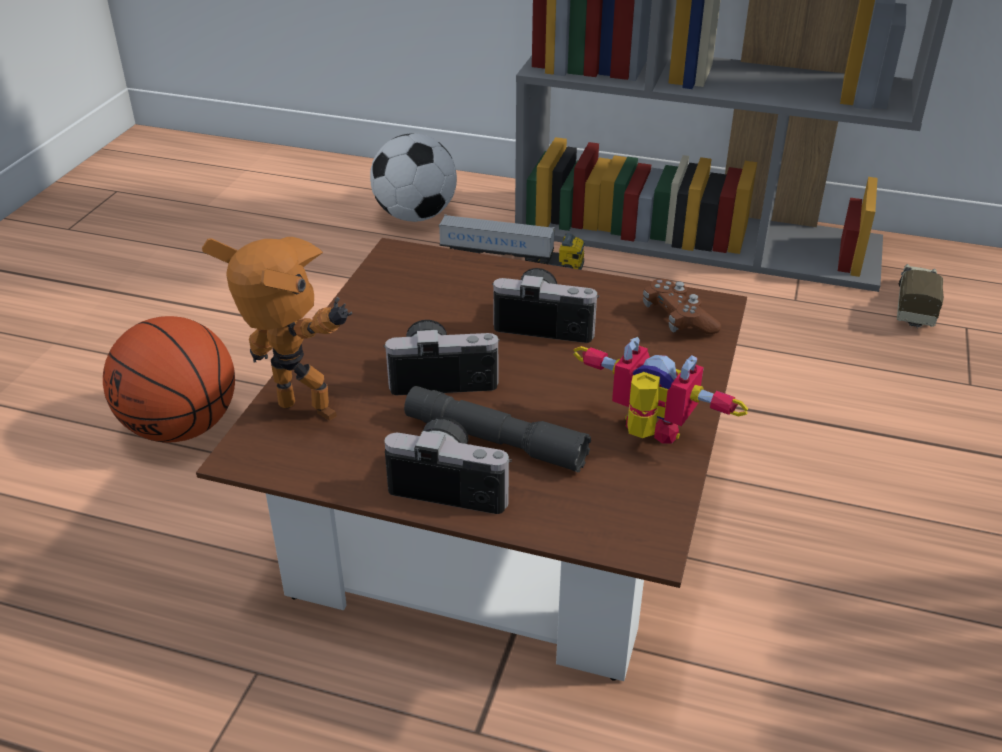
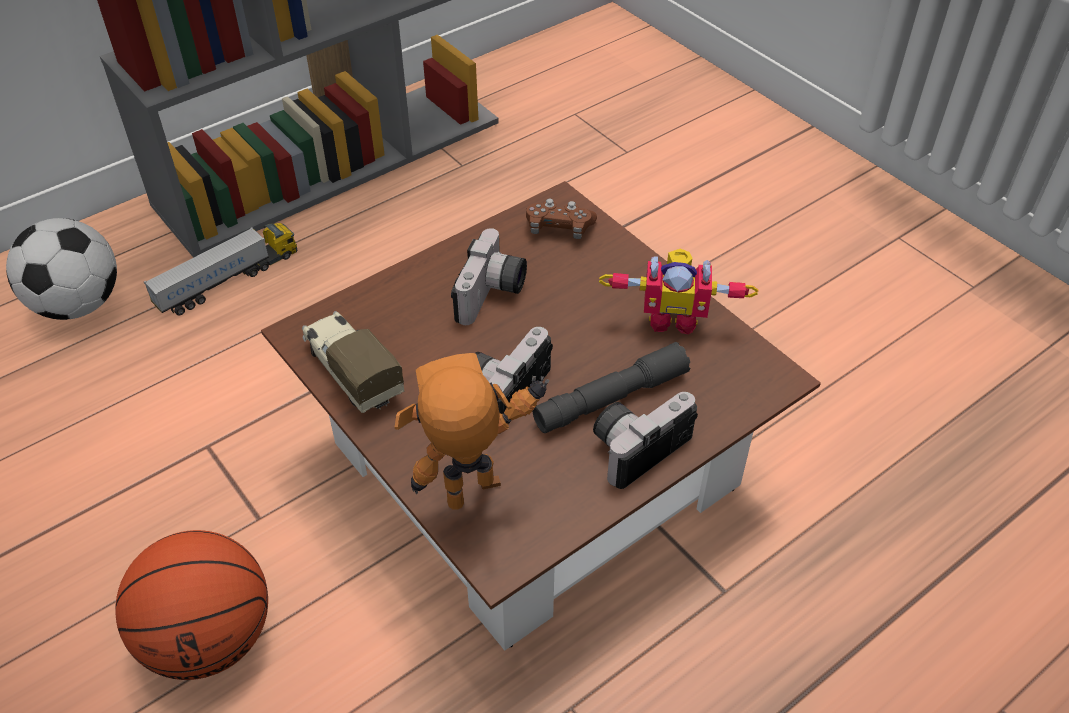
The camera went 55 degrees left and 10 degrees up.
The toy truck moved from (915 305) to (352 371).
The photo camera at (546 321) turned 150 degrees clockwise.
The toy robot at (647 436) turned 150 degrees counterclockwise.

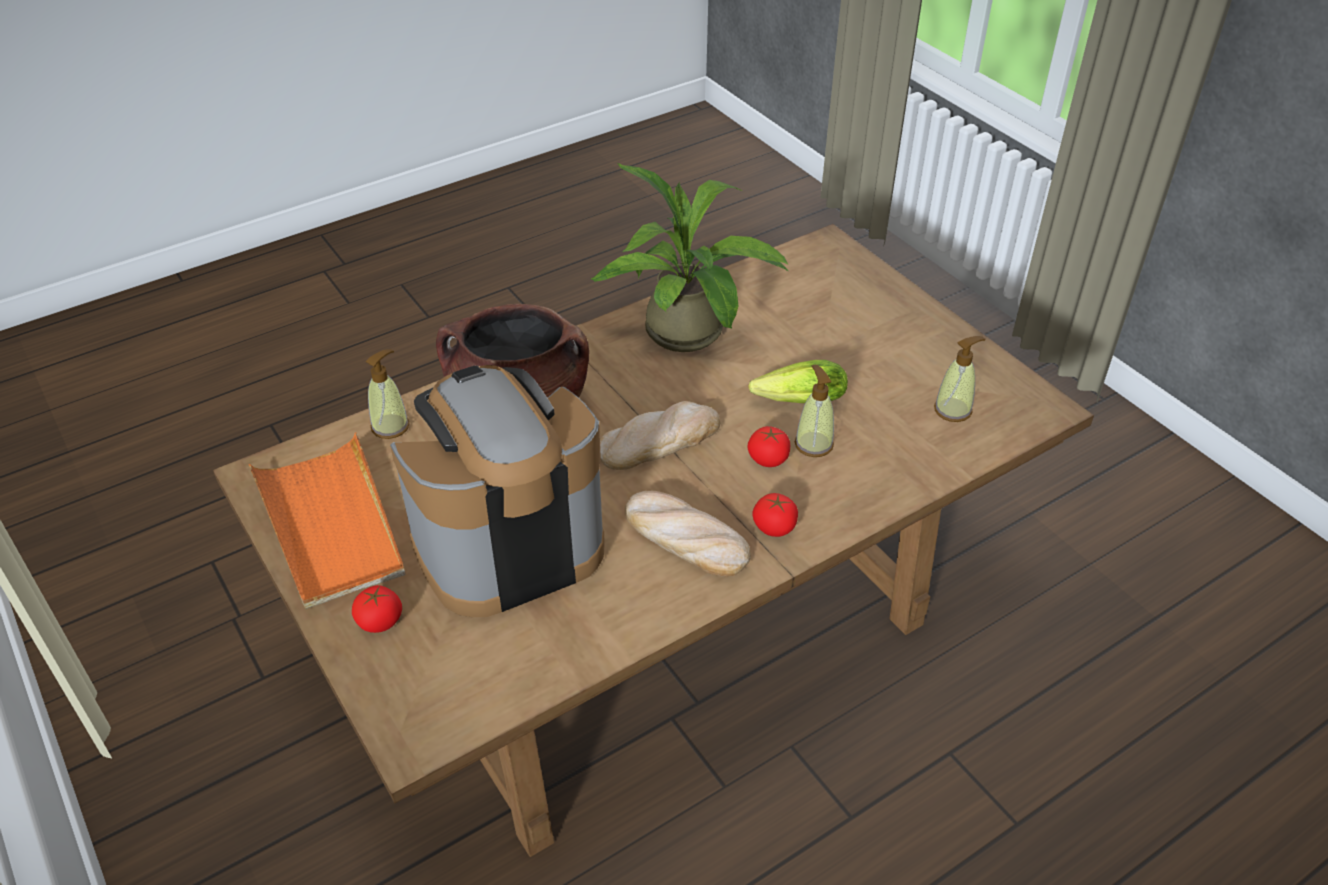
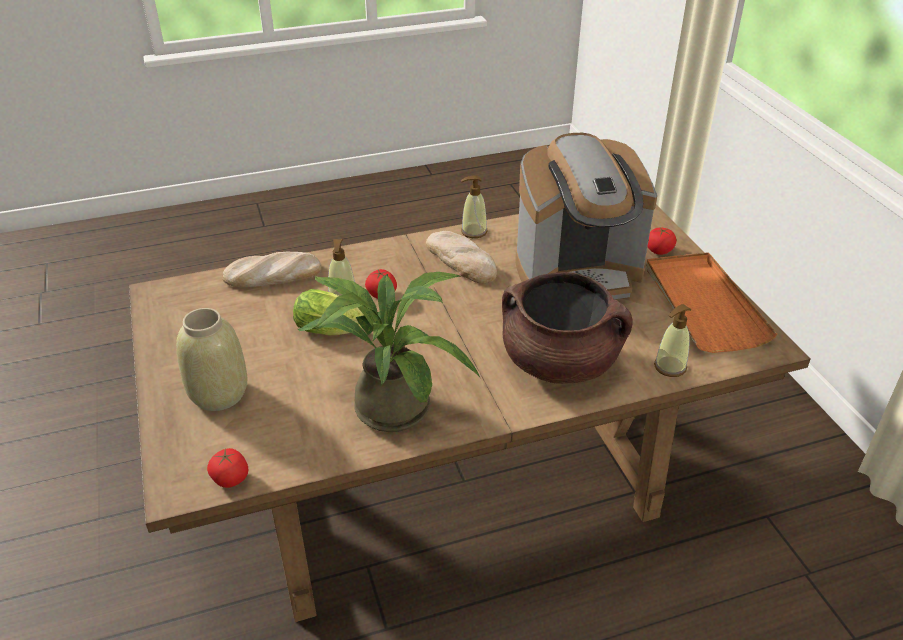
The camera went 165 degrees left and 5 degrees down.
The vase in beige at (219 393) appeared.
The bread moved from (659 440) to (272 275).
The tomato moved from (774 527) to (231 479).
The soap dispenser moved from (953 410) to (473 231).

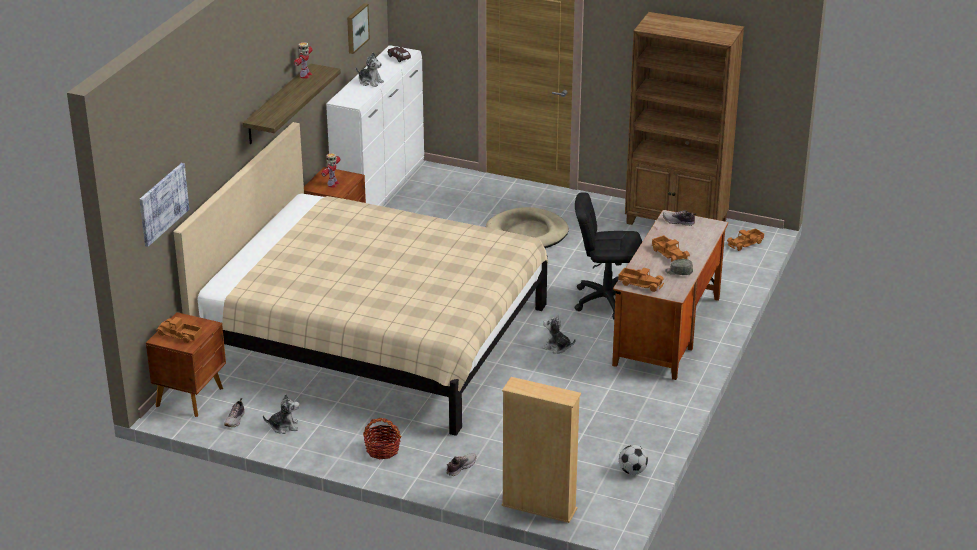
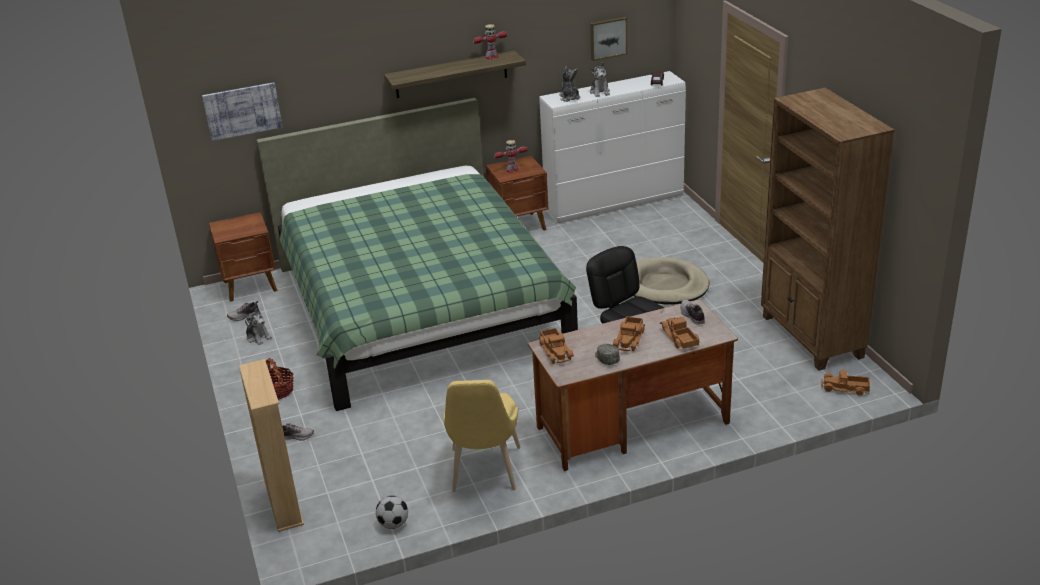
The camera went 50 degrees right and 0 degrees up.
The chair in yellow at (484 474) appeared.
The toy truck moved from (179 335) to (679 338).
The plush toy moved from (557 347) to (569 98).
The bed in beige at (374 338) became the bed in green at (419 307).

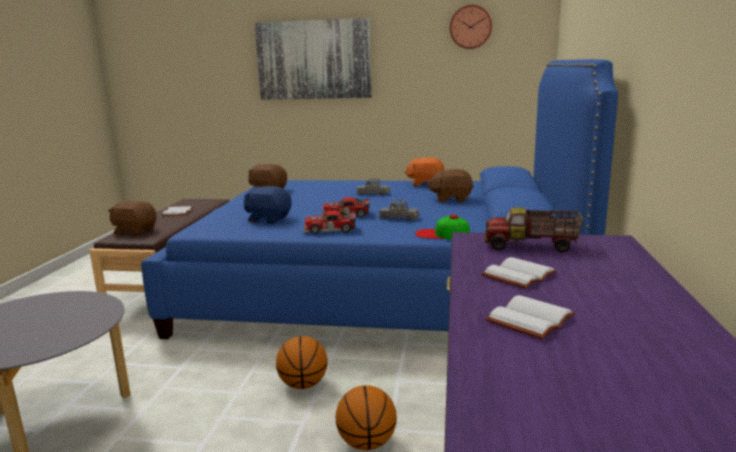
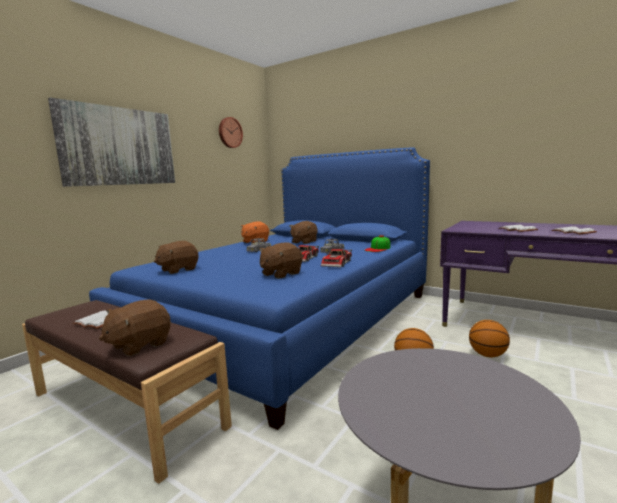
The camera went 65 degrees left and 5 degrees down.
The toy truck at (531 246) disappeared.
The plush toy in blue at (268 219) became the plush toy in brown at (281 274).

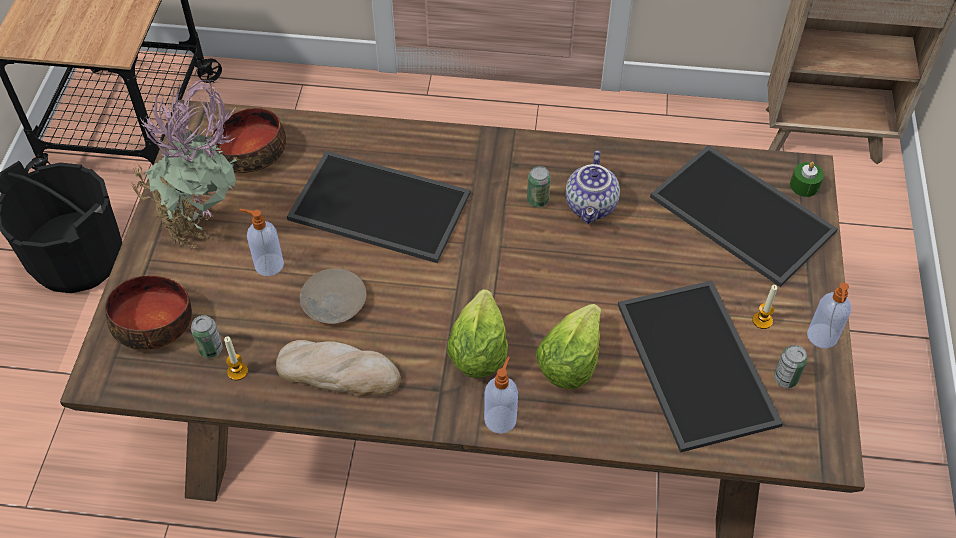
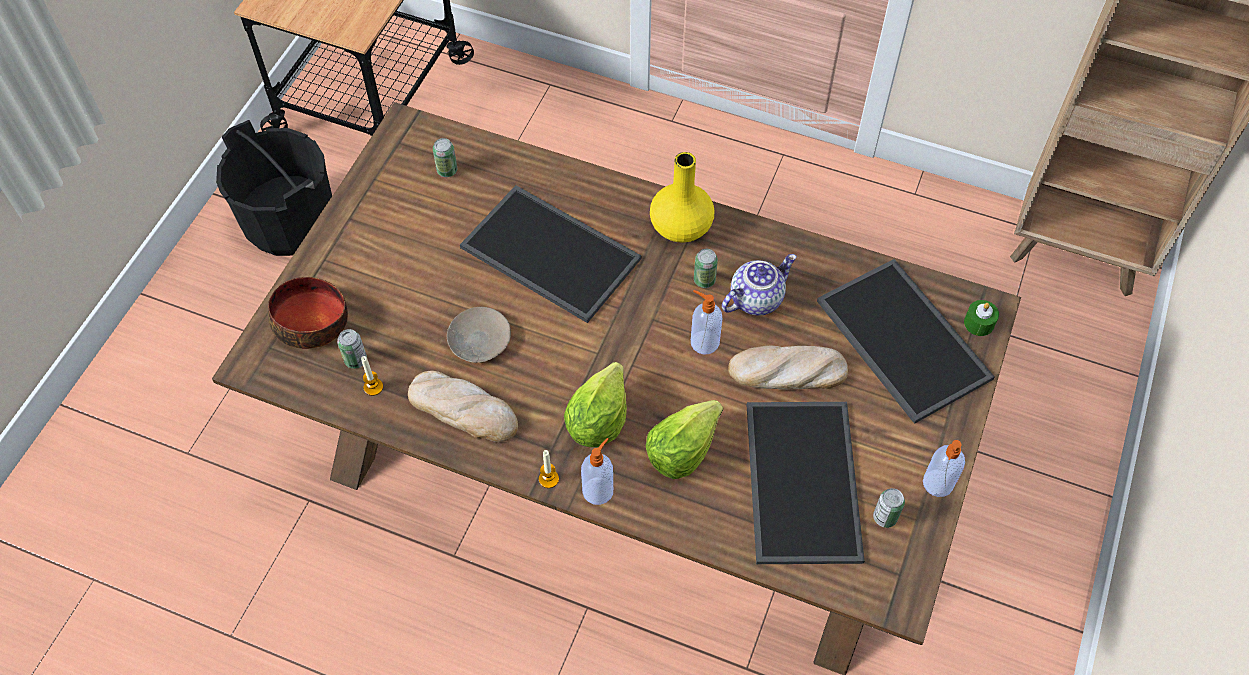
The camera went 15 degrees right and 5 degrees up.
The potted plant at (205 224) disappeared.
The vase in yellow at (681 227) appeared.
The bread at (787 372) appeared.
The soap dispenser moved from (268 264) to (703 342).
The candle moved from (762 320) to (548 479).
The bowl at (252 151) was replaced by the can at (447 170).
The teapot at (592 206) turned 150 degrees counterclockwise.

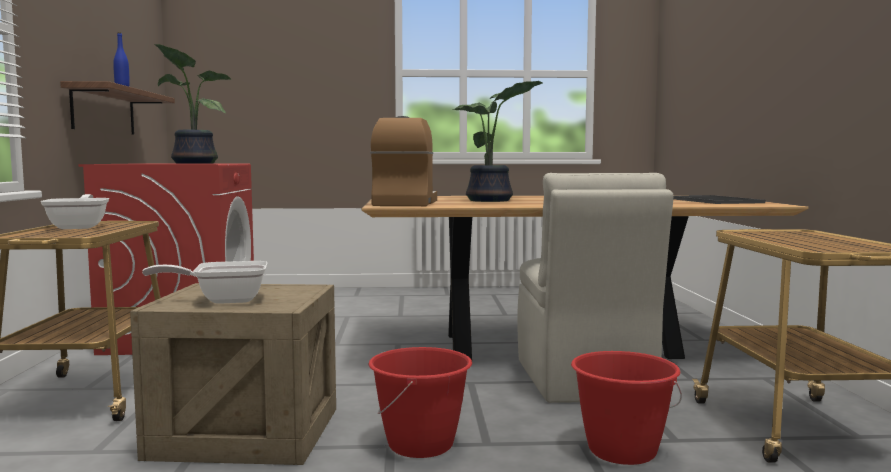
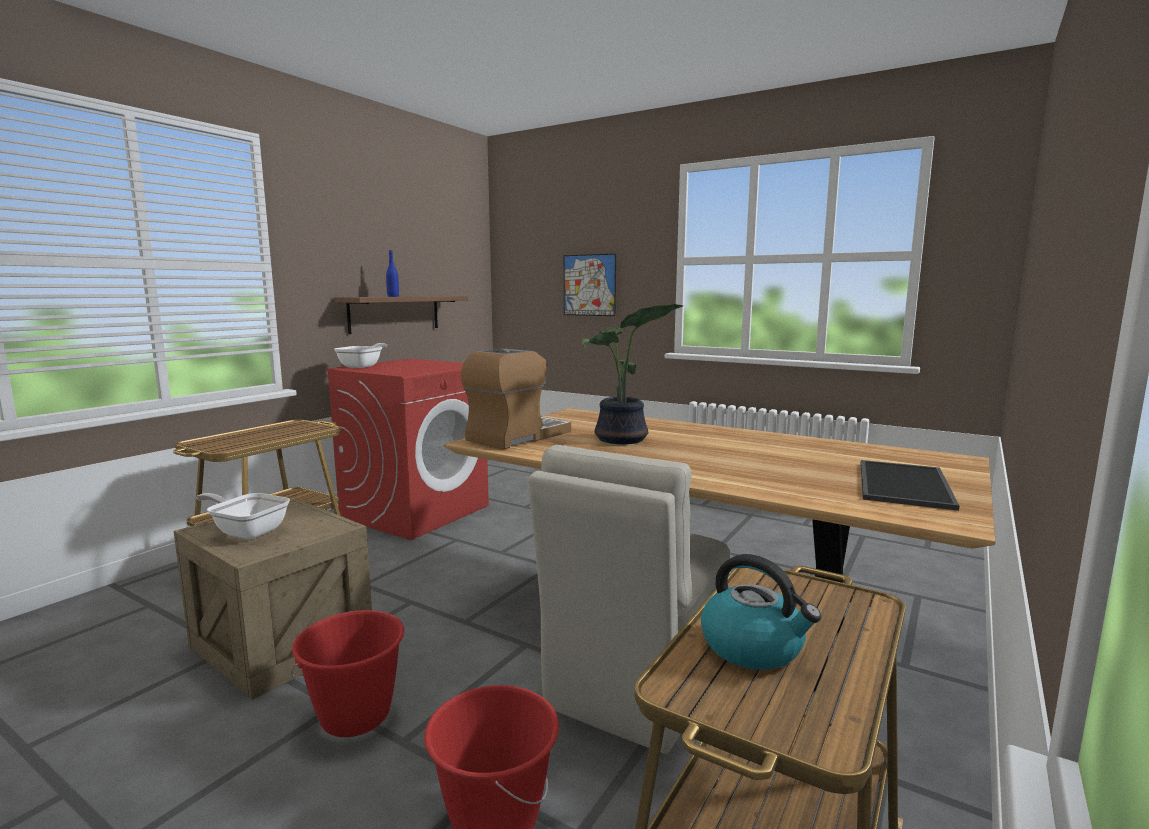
The camera went 35 degrees right and 5 degrees up.
The potted plant at (191 163) disappeared.
The picture at (589 285) appeared.
The kettle at (753 647) appeared.
The frying pan moved from (80 227) to (363 366).

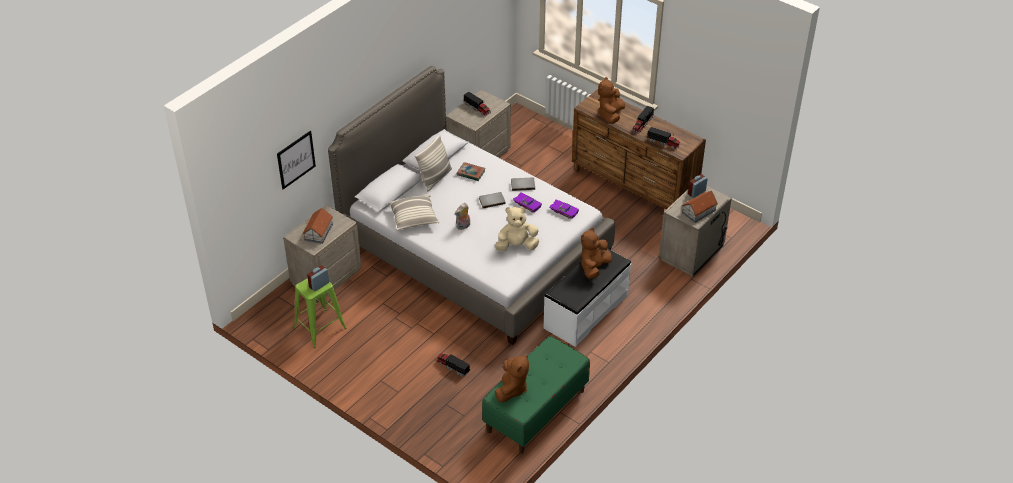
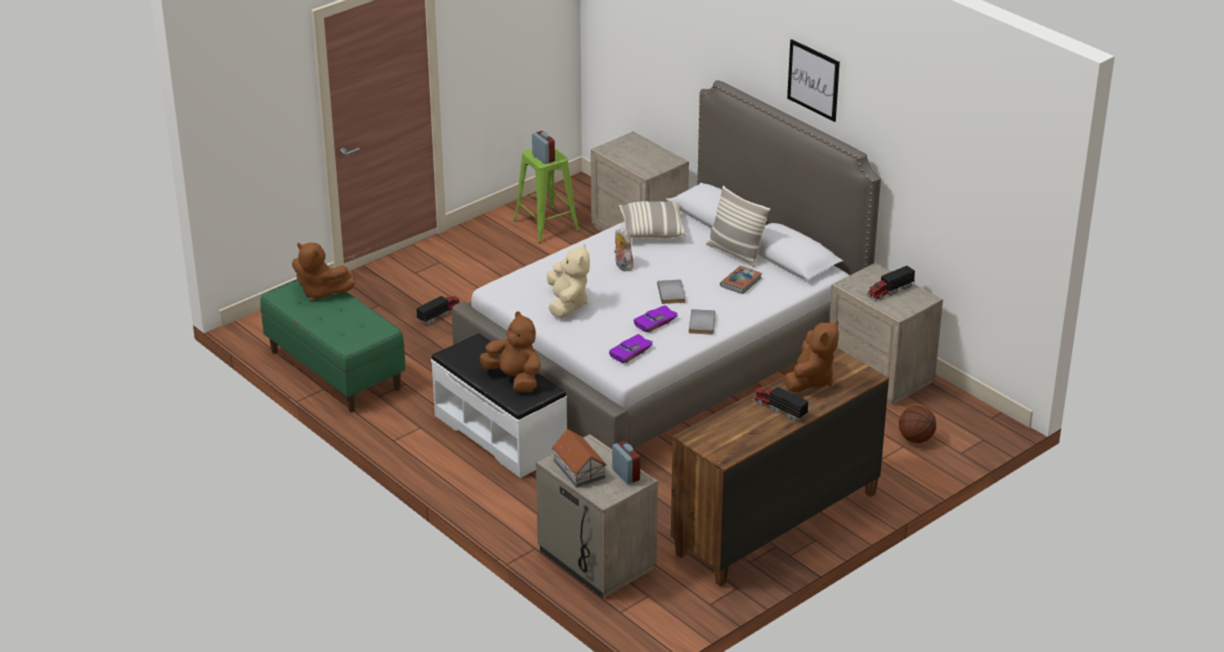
The camera went 100 degrees right and 10 degrees down.
The toy house at (319 231) disappeared.
The toy truck at (663 142) disappeared.
The basketball at (915 439) appeared.
The picture moved from (296 159) to (813 80).
The plush toy in brown at (610 115) turned 90 degrees clockwise.

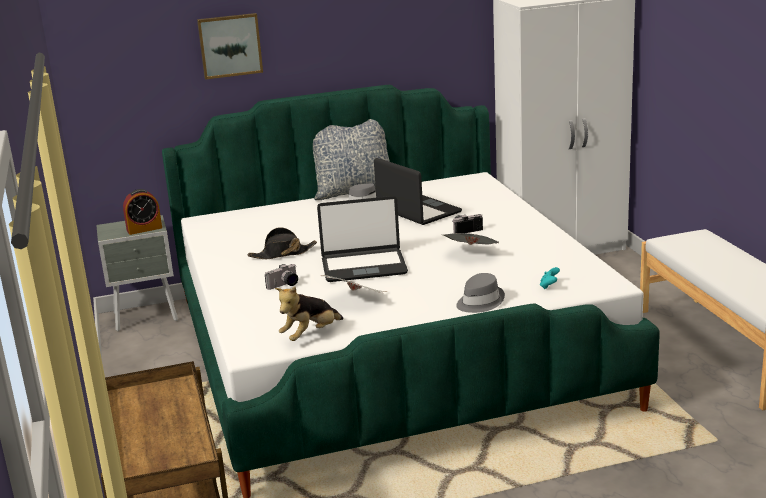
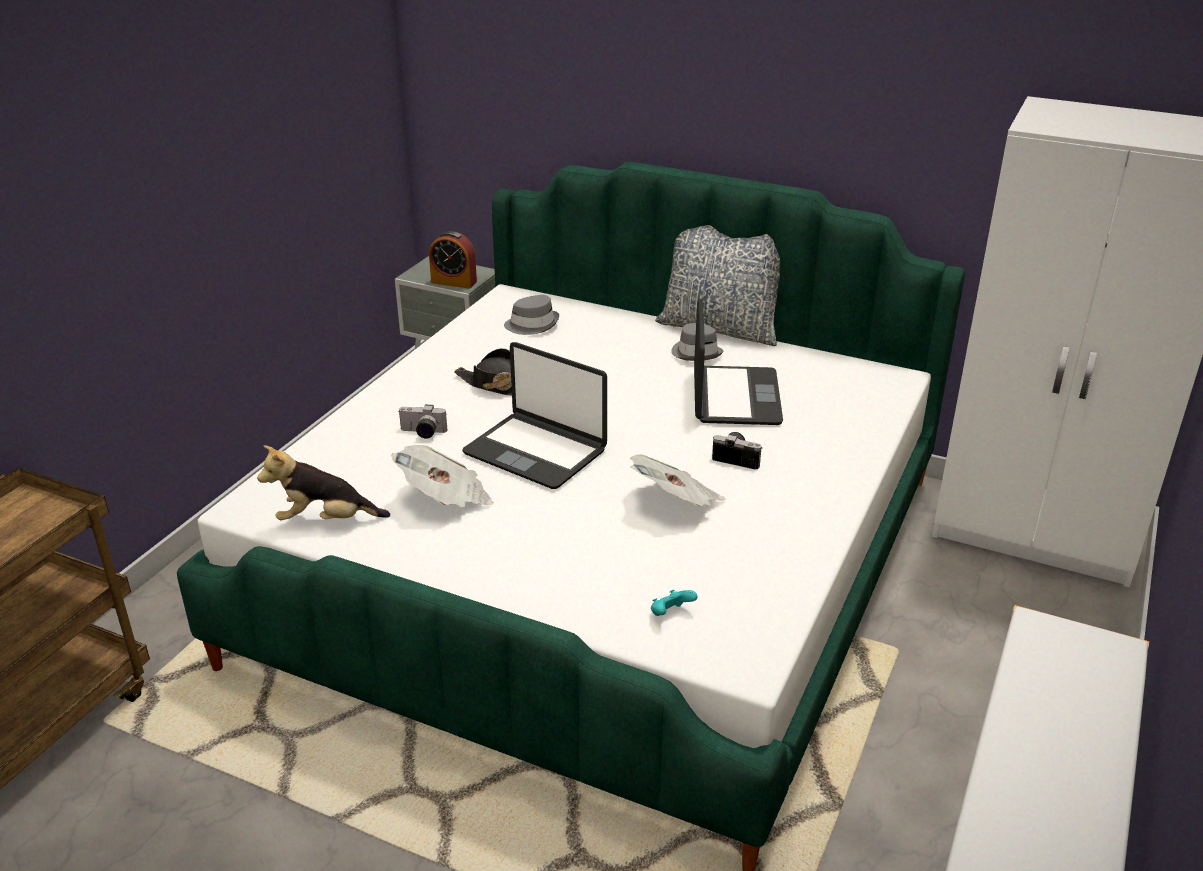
The camera went 40 degrees right and 10 degrees up.
The picture at (230 45) disappeared.
The hat in grey moved from (479 302) to (532 324).

